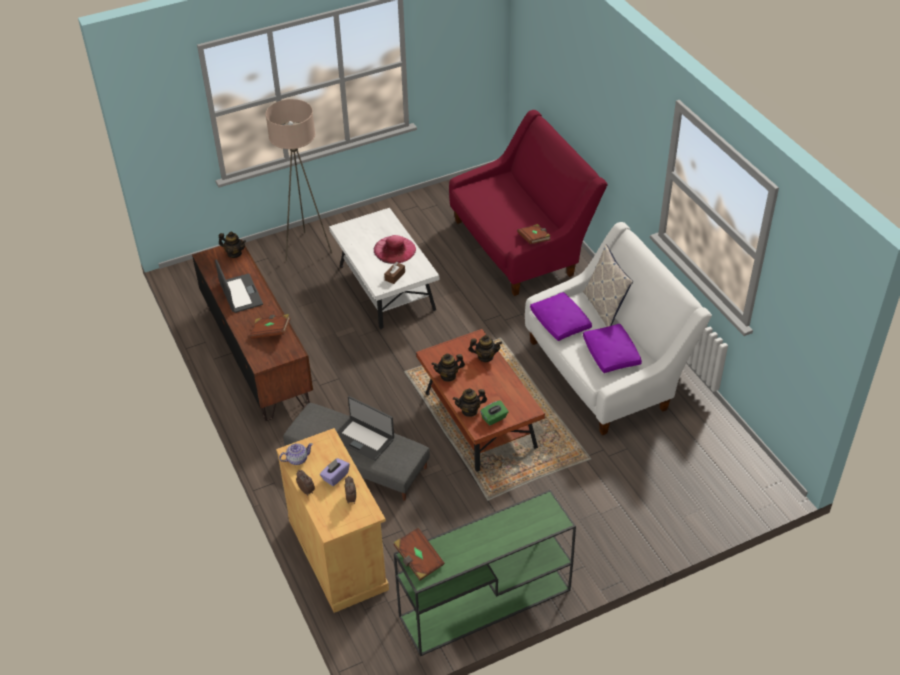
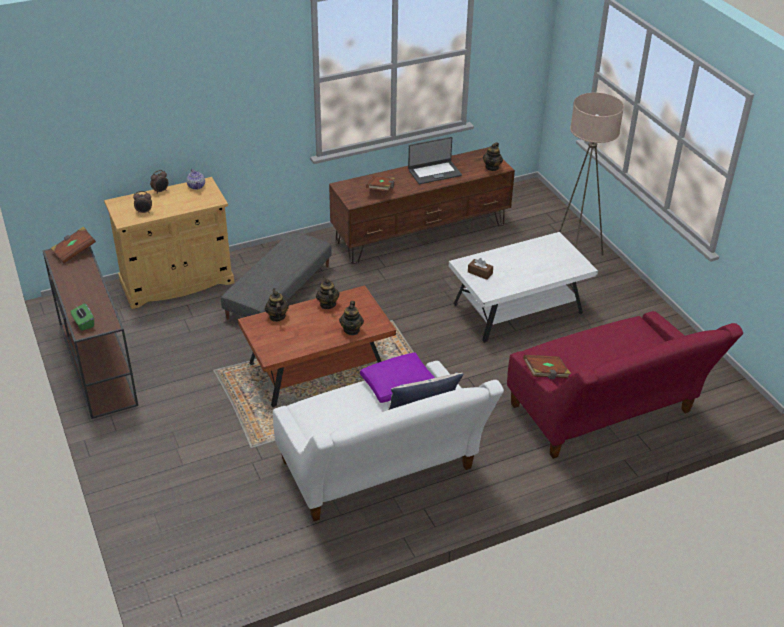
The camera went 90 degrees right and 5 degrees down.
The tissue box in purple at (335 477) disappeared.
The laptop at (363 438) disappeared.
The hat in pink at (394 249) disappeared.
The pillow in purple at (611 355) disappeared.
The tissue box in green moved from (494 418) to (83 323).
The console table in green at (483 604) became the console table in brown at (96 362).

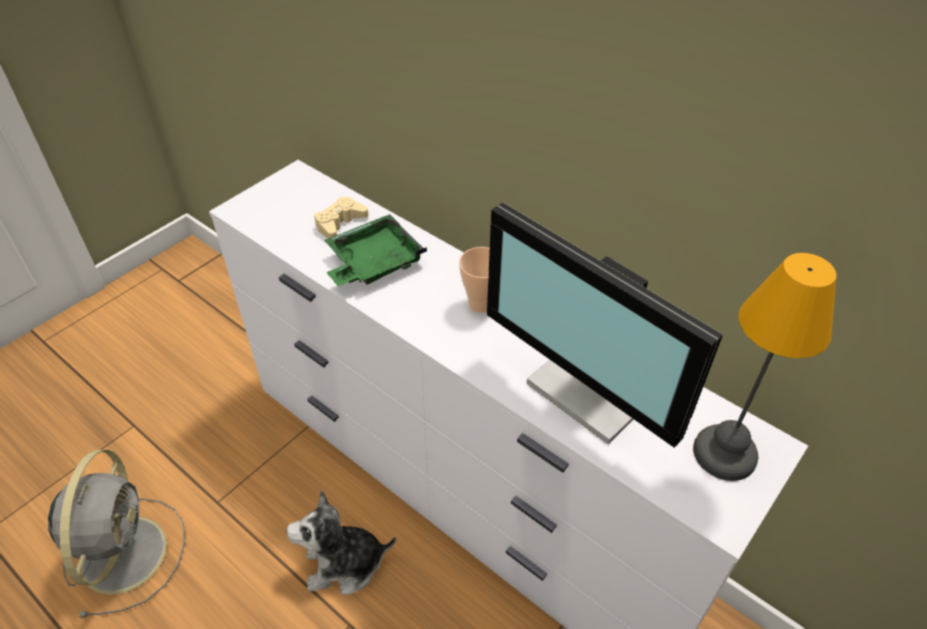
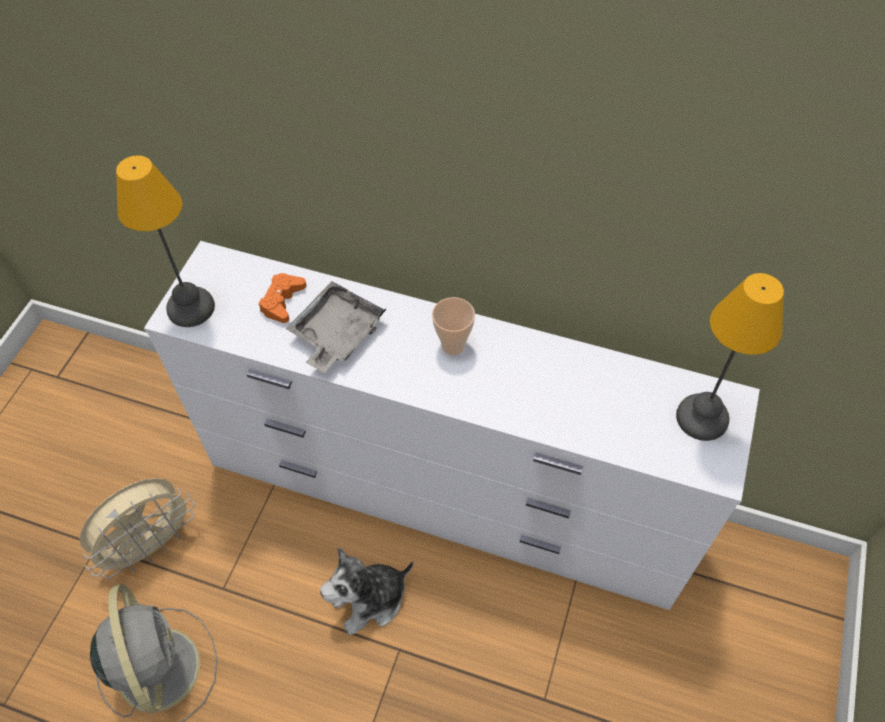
The camera went 20 degrees left and 10 degrees up.
The monitor at (596 388) disappeared.
The fan in beige at (151 545) appeared.
The table lamp at (190 307) appeared.
The game controller in beige at (340 223) became the game controller in orange at (282 301).
The tray in green at (373 262) became the tray in grey at (336 334).

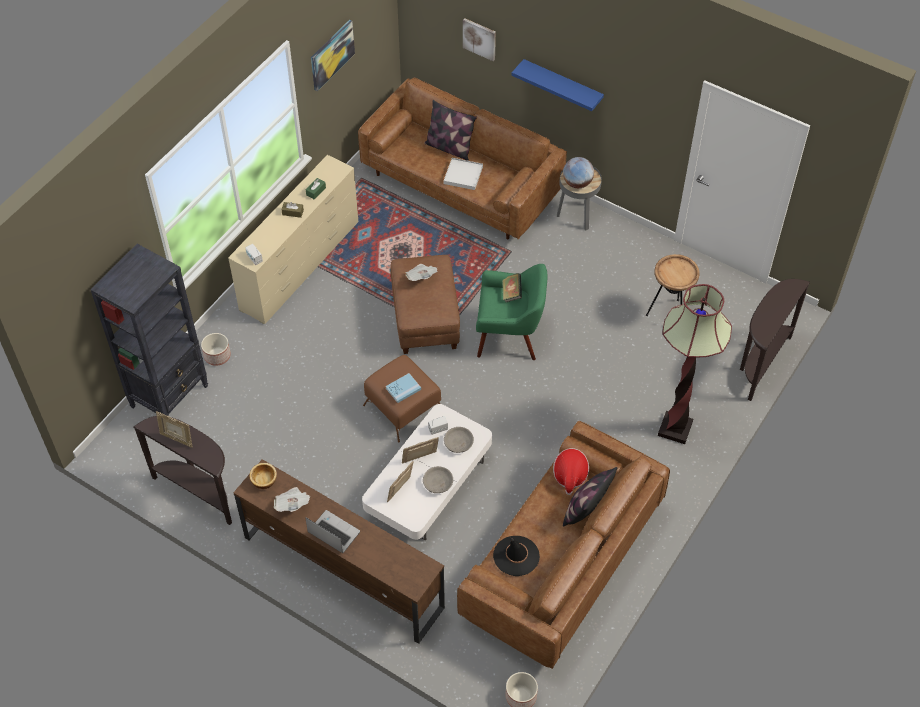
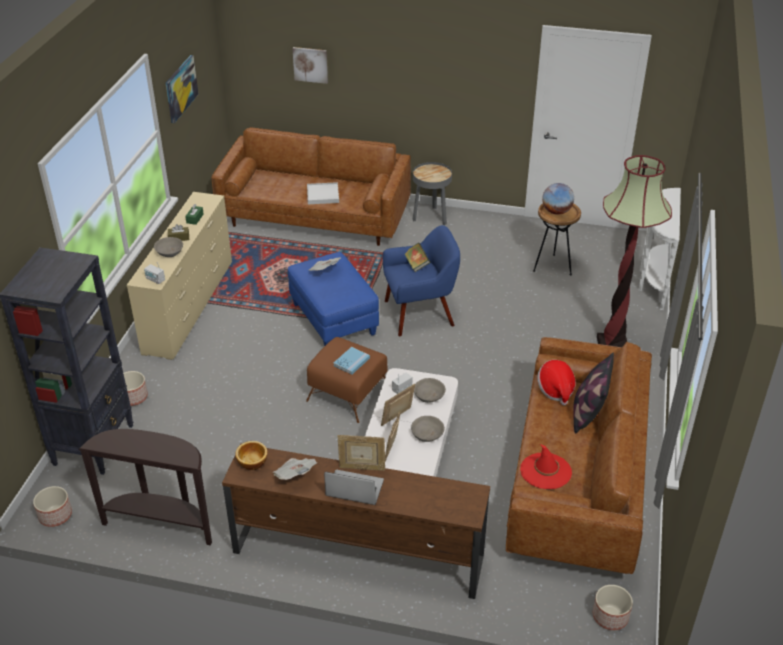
The camera went 20 degrees left and 15 degrees down.
The pillow at (449 148) disappeared.
The shelf in blue at (562 85) disappeared.
The planter at (55 515) appeared.
The bowl in grey at (169 252) appeared.
The picture frame moved from (177 439) to (361 467).
The globe moved from (577 183) to (556 212).
The ottoman in brown at (424 319) became the ottoman in blue at (333 319).
The armchair in green at (509 336) became the armchair in blue at (420 313).
The hat in black at (516 556) became the hat in red at (545 471).
The console table in brown at (760 363) became the console table in white at (652 282).

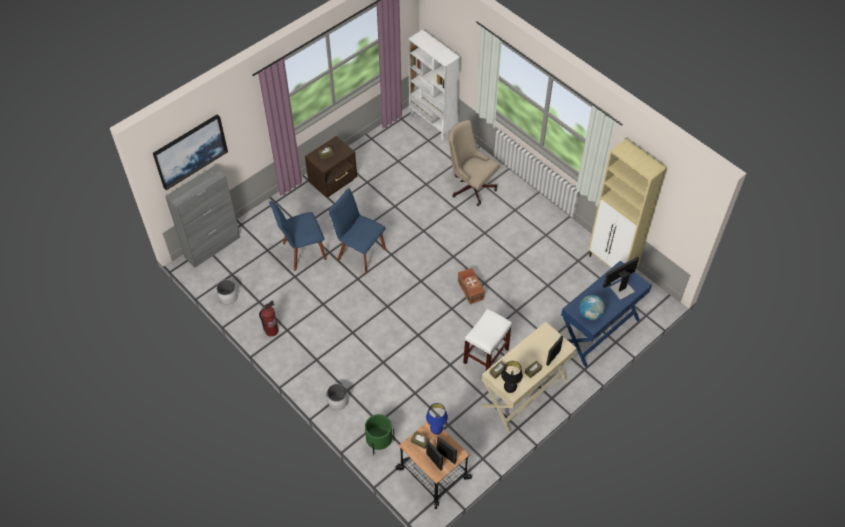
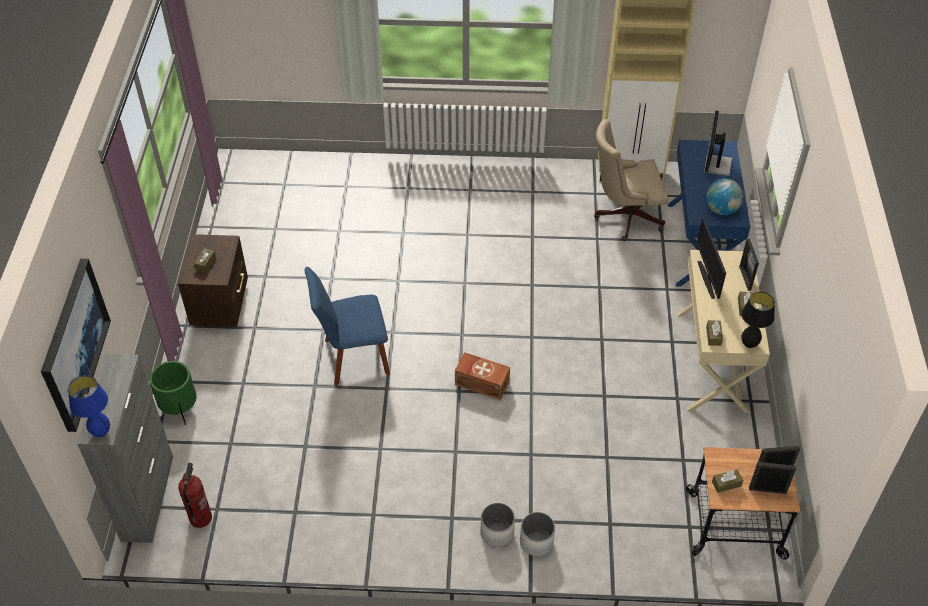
The camera went 45 degrees left and 5 degrees down.
The chair in blue at (302 252) disappeared.
The bookcase in white at (433 123) disappeared.
The stool in white at (486 355) disappeared.
The monitor at (707 279) appeared.
The planter in white moved from (228 297) to (497 533).
The fire extinguisher moved from (272 331) to (200 518).
The planter in green moved from (379 442) to (179 408).
The table lamp in blue moved from (436 431) to (101 432).
The office chair in beige moved from (470 186) to (624 216).
The storage box in brown moved from (471 289) to (481 382).

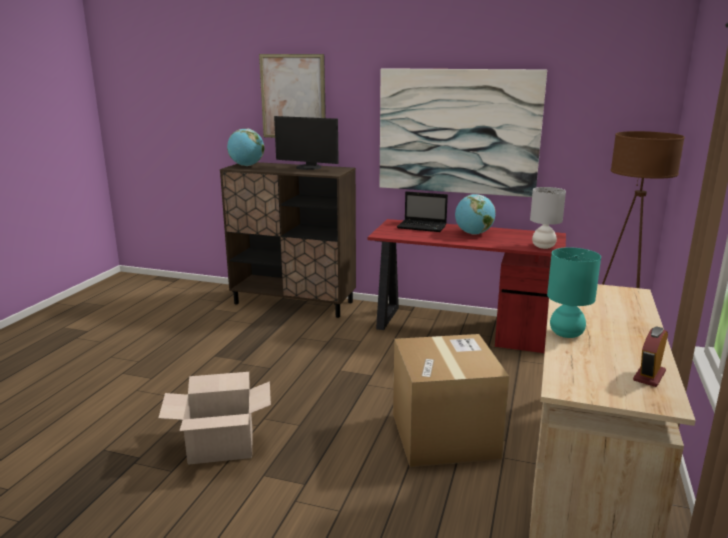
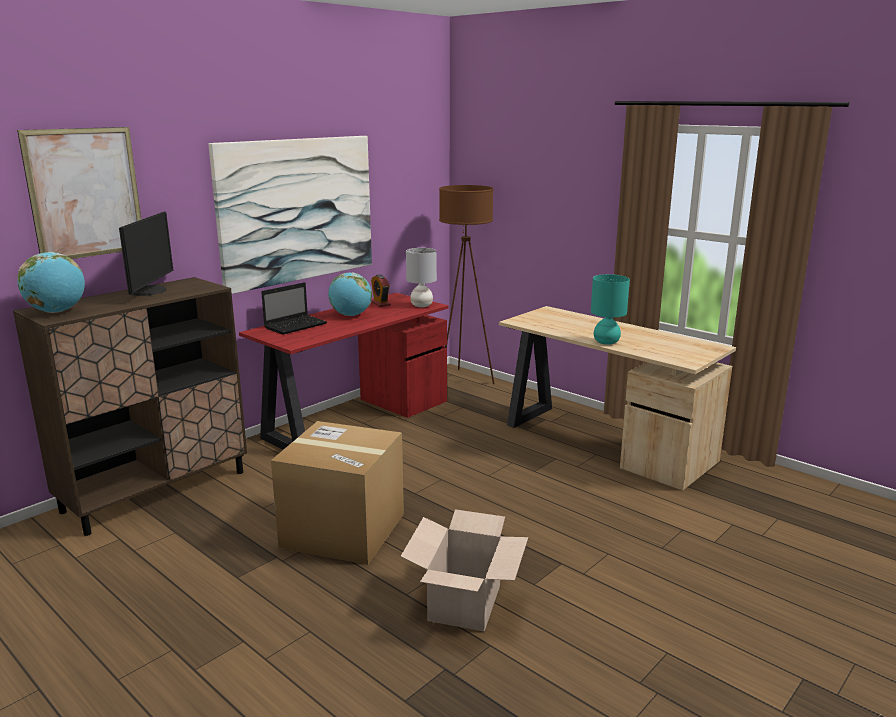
The camera went 65 degrees left and 0 degrees up.
The cardboard box moved from (444 435) to (343 530).
The alarm clock moved from (649 376) to (380 303).
The monitor at (308 168) turned 45 degrees counterclockwise.

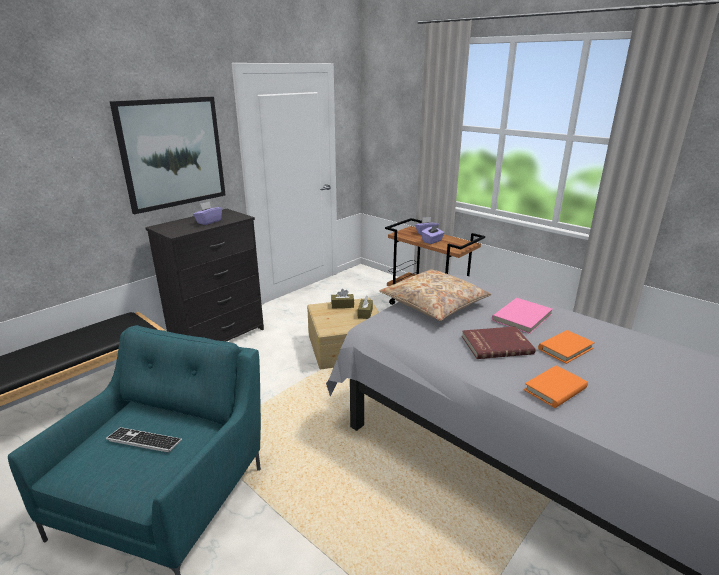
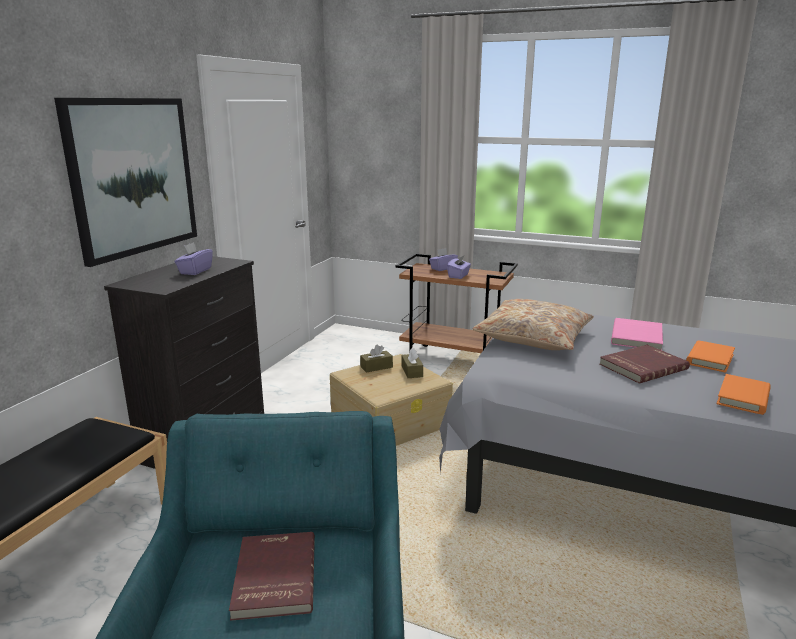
The camera went 20 degrees left and 5 degrees down.
The keyboard at (144 441) was replaced by the book in red at (273 577).

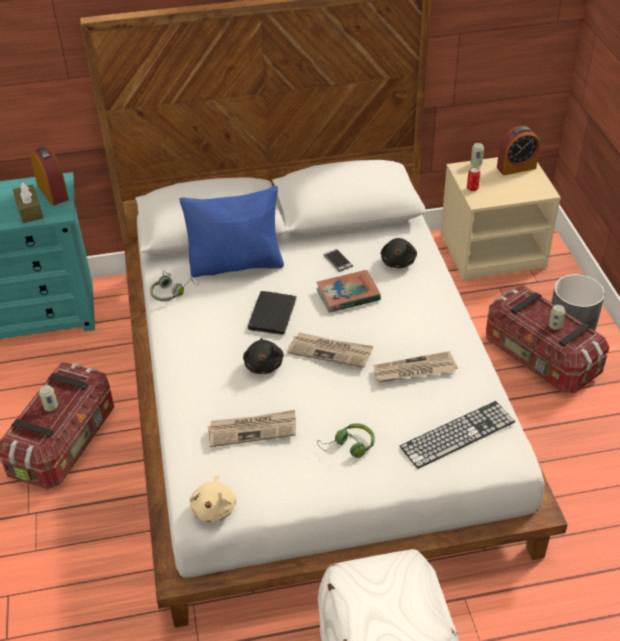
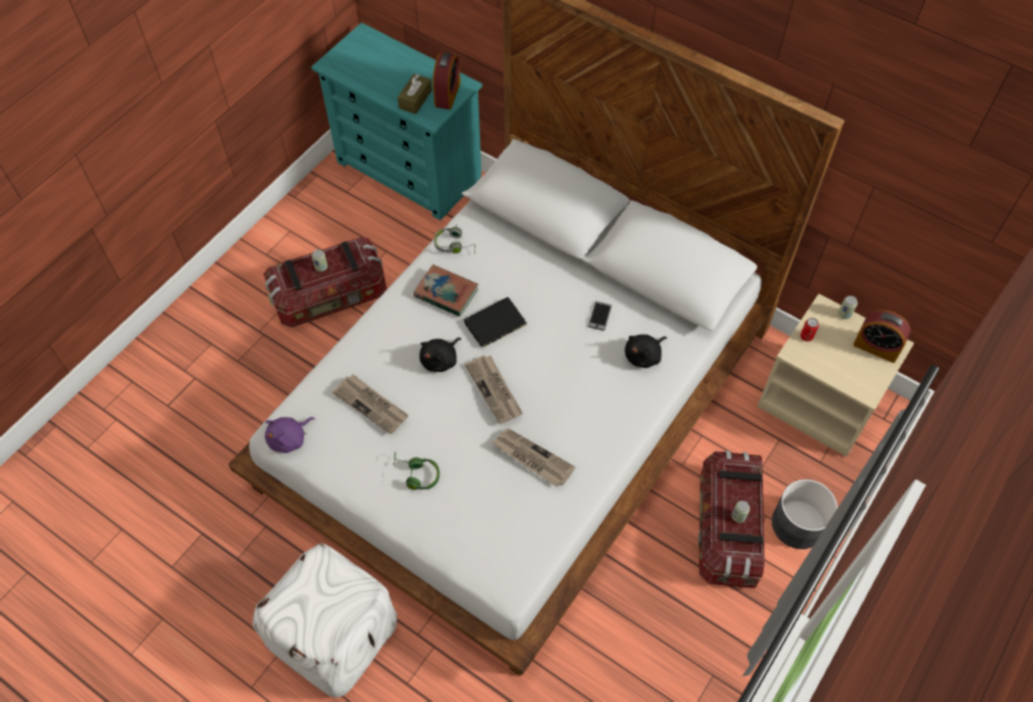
The camera went 45 degrees right and 15 degrees up.
The pillow in blue at (236 264) disappeared.
The keyboard at (457 434) disappeared.
The book moved from (348 295) to (446 293).
The plush toy in beige at (214 508) became the plush toy in purple at (289 439).

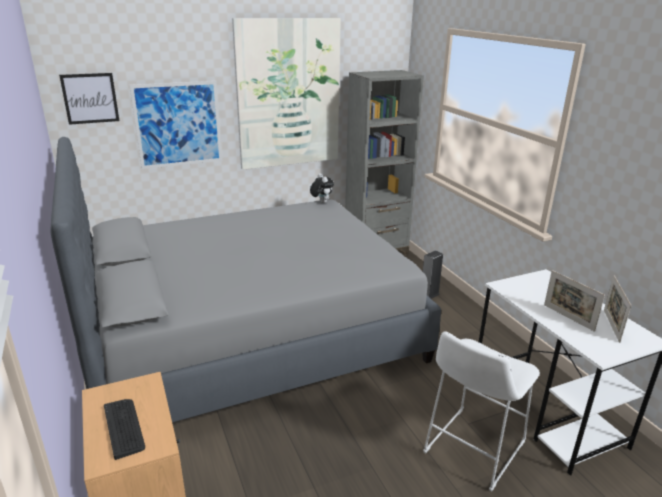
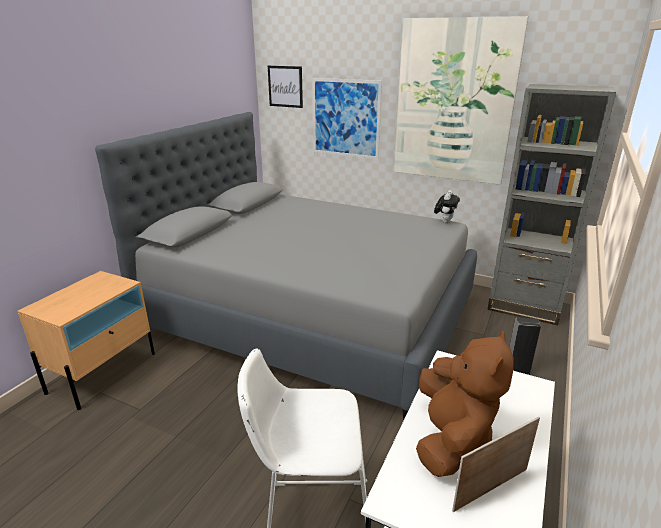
The camera went 50 degrees right and 0 degrees up.
The keyboard at (124 427) disappeared.
The picture frame at (568 317) was replaced by the plush toy in brown at (451 439).

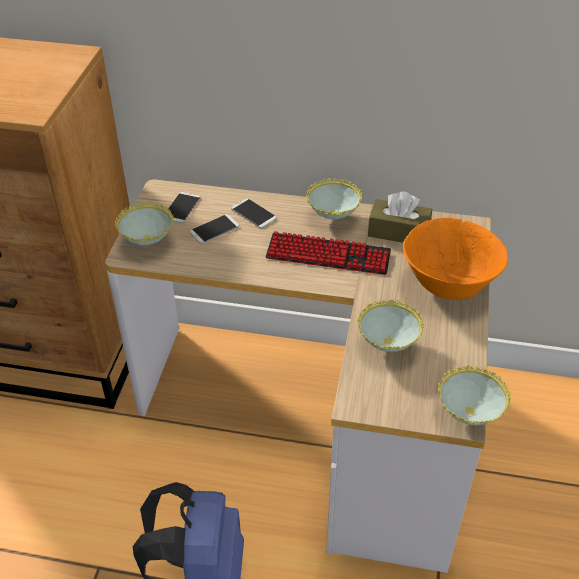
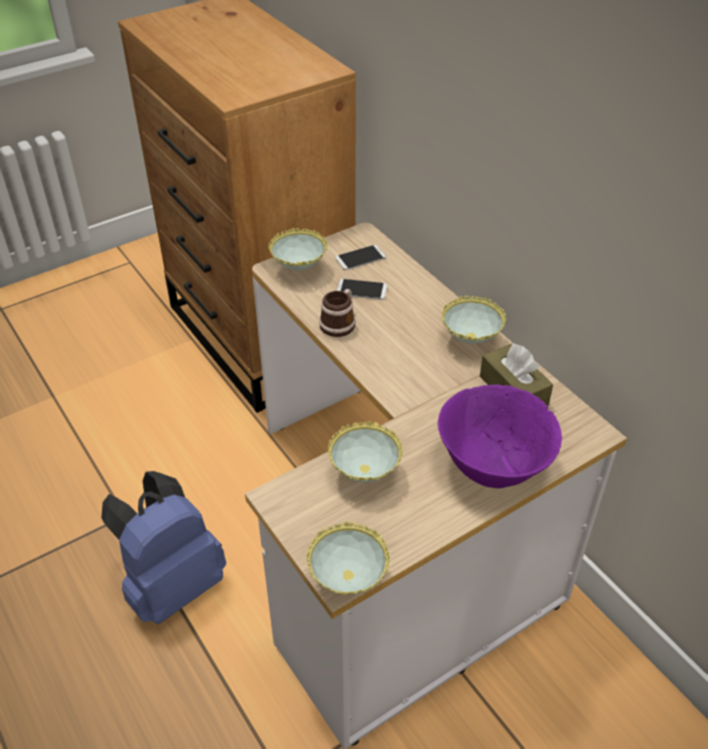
The camera went 45 degrees right and 0 degrees up.
The phone at (253 214) disappeared.
The keyboard at (328 255) disappeared.
The mug at (340 323) appeared.
The bowl in orange at (448 285) became the bowl in purple at (492 466).

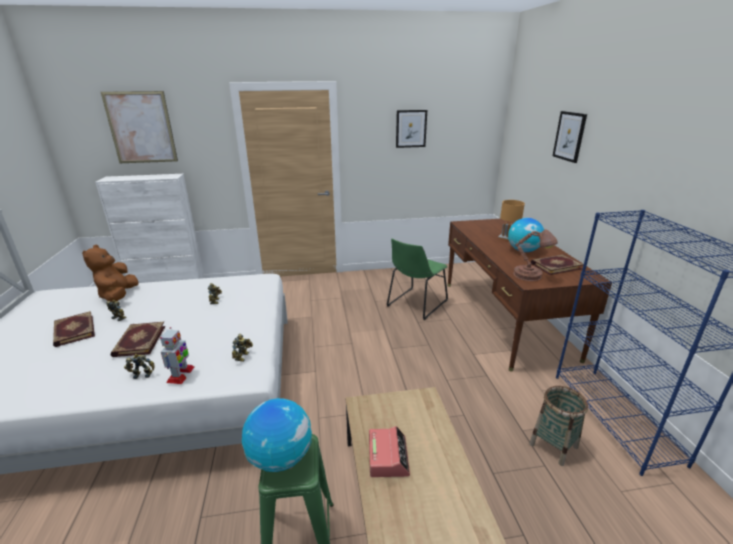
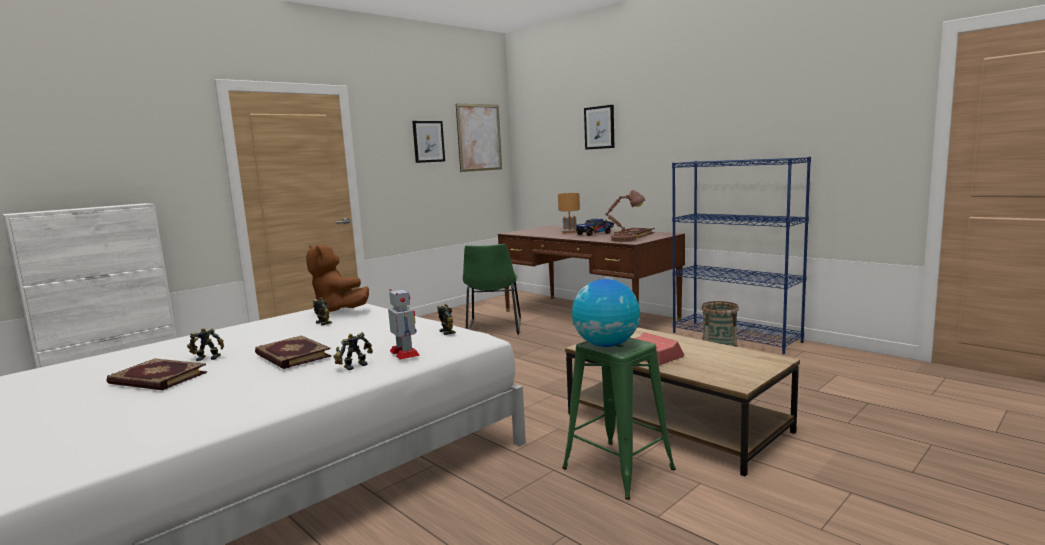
The camera went 35 degrees left and 15 degrees down.
The plush toy in brown moved from (118 296) to (338 311).
The picture moved from (141 128) to (479 137).
The globe at (523 251) was replaced by the toy truck at (595 234).

